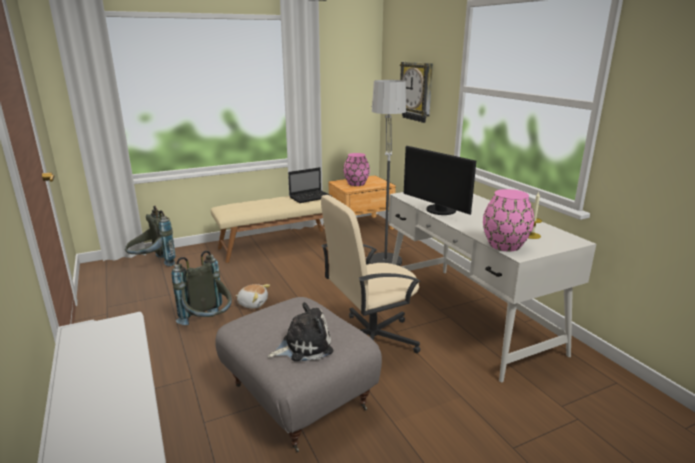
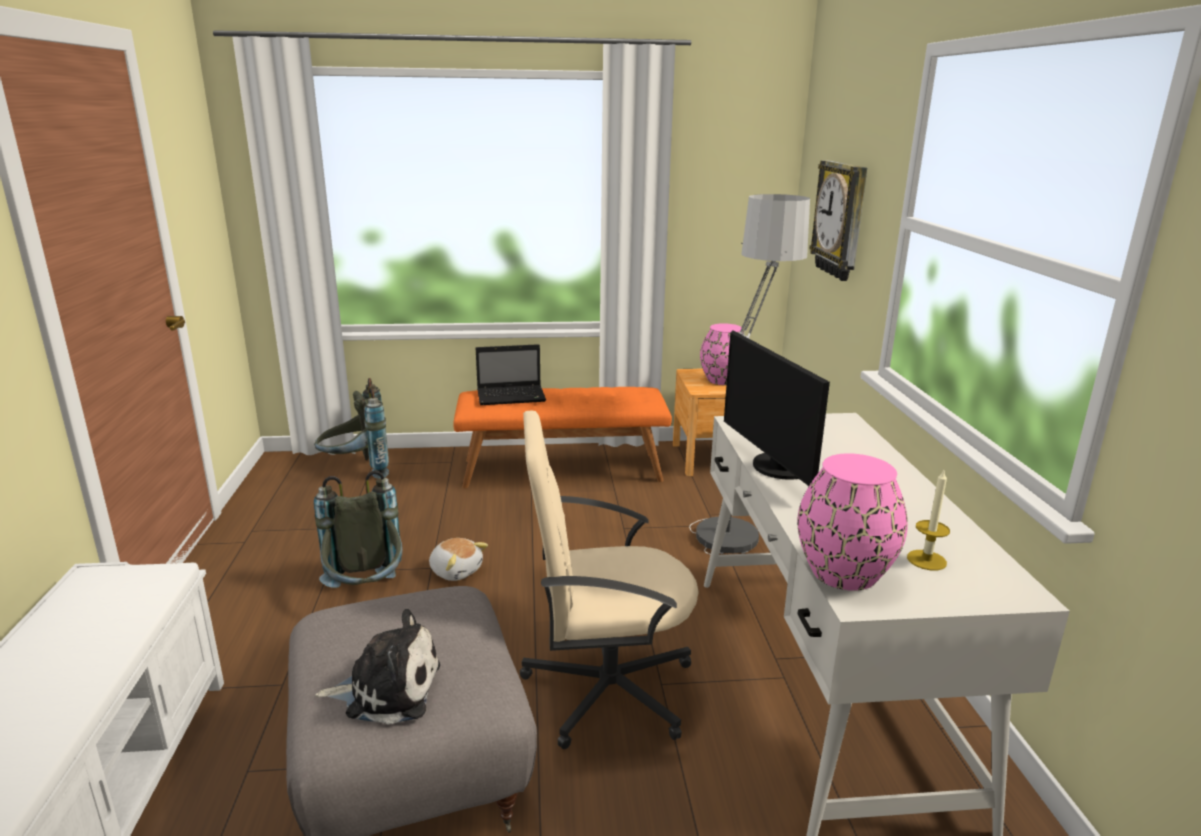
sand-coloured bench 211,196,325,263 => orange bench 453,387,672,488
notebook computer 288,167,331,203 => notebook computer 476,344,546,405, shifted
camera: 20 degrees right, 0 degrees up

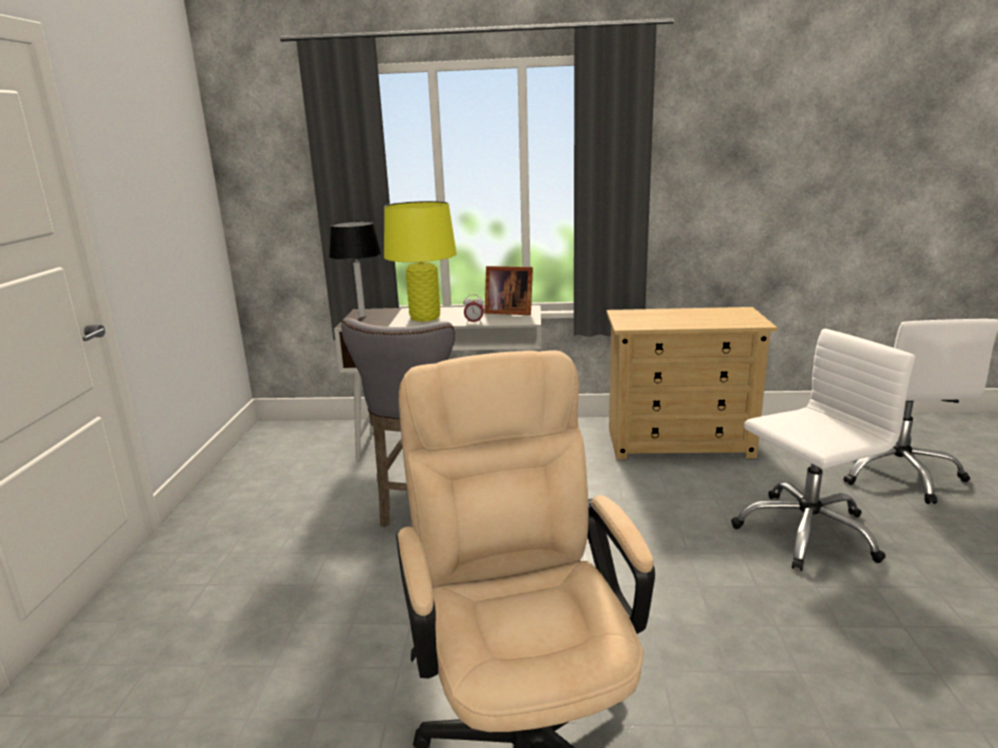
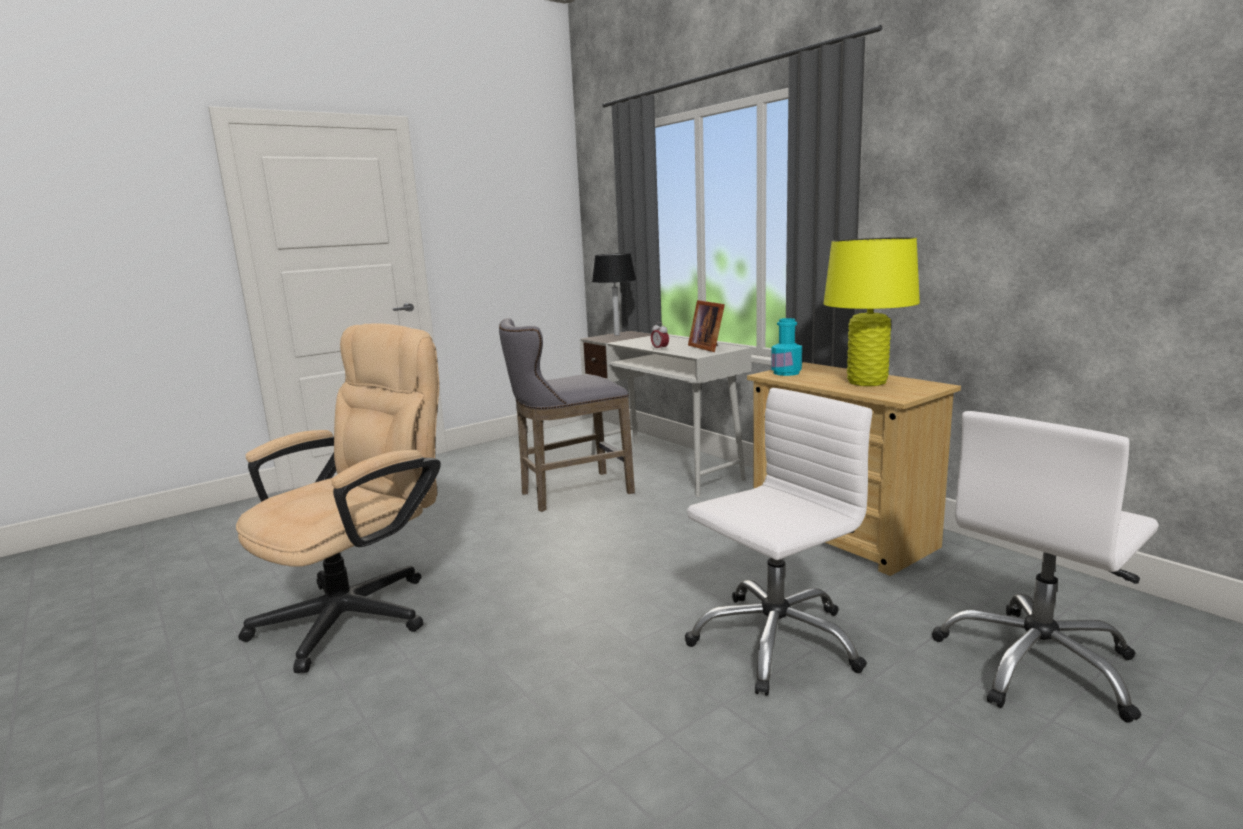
whitish office chair 731,329,915,571 => whitish office chair 685,388,872,696, 60 degrees counterclockwise
nothing => blue-green bottle 771,318,802,376
yellow table lamp 384,201,457,322 => yellow table lamp 824,237,920,386, shifted
camera: 50 degrees right, 5 degrees down

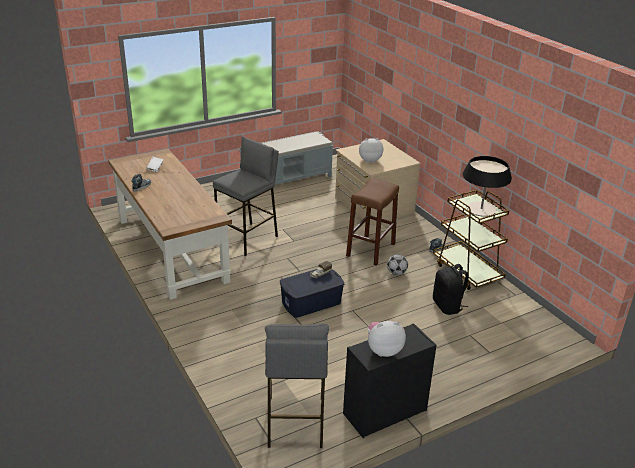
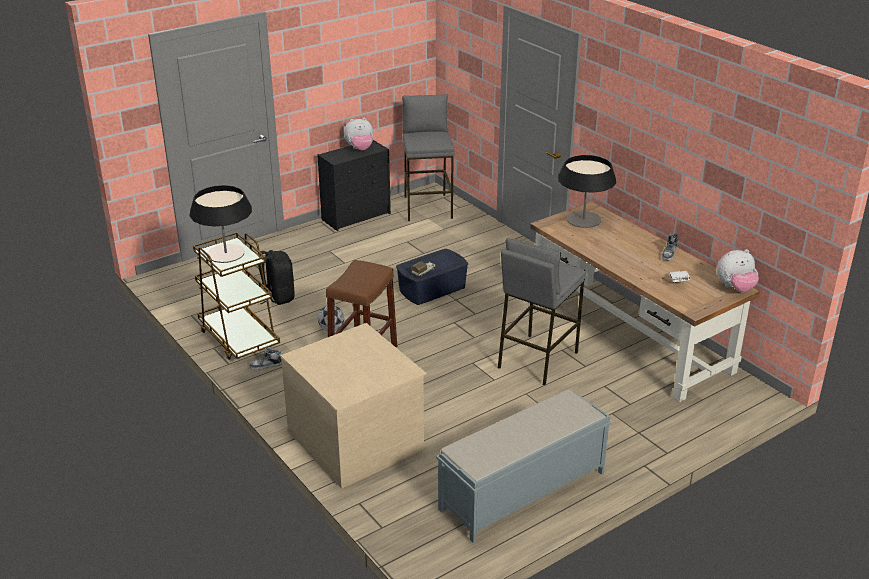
nothing => table lamp 558,155,616,228
soft toy 359,138,383,163 => soft toy 717,249,759,292, shifted
camera: 175 degrees right, 0 degrees up

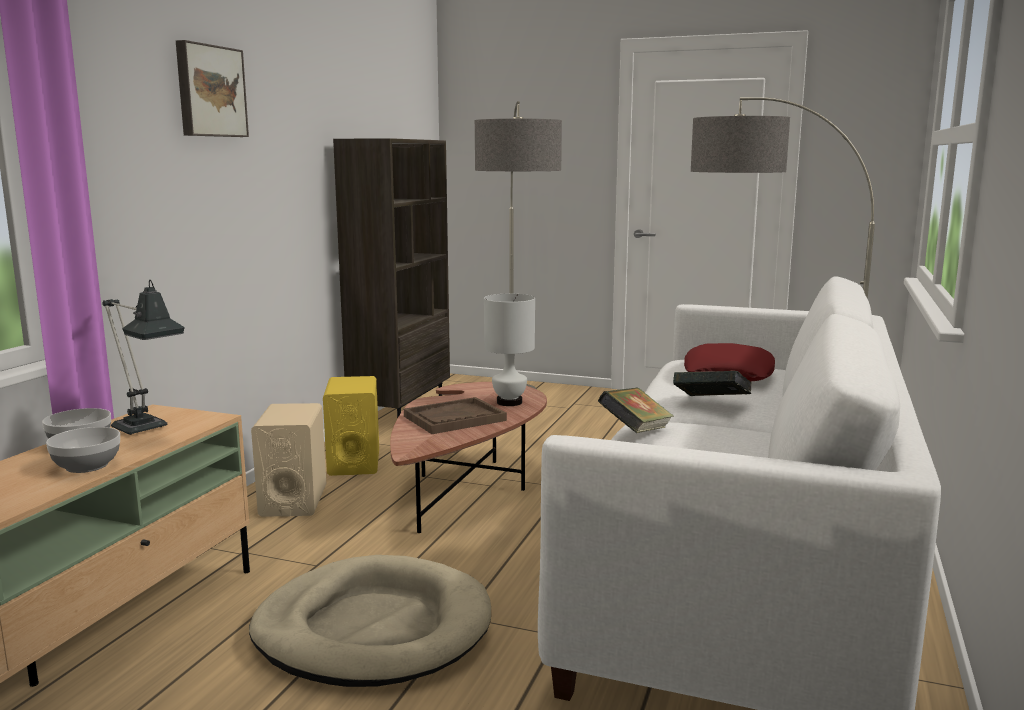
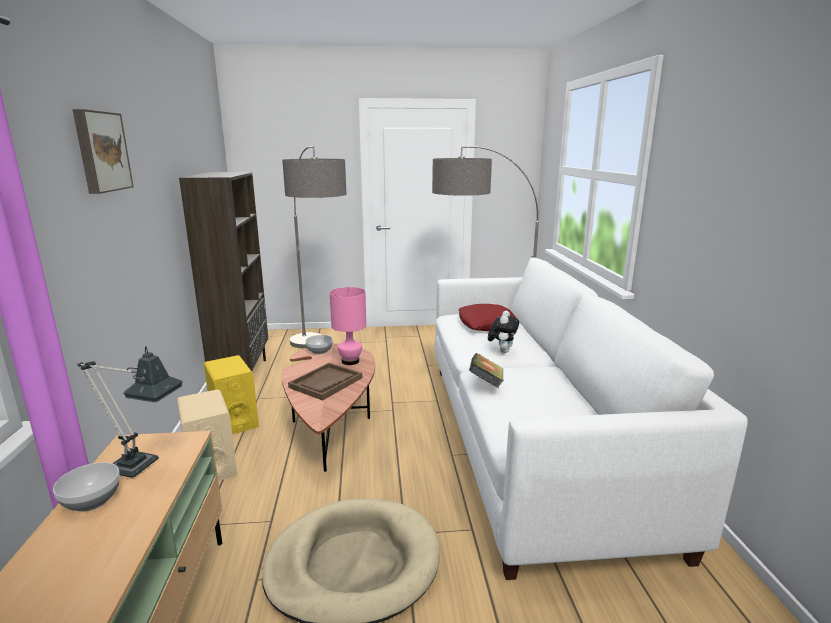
serving bowl 46,427,120,473 => serving bowl 305,335,333,354, shifted
whitish table lamp 484,294,535,406 => pinkish table lamp 329,287,366,365
bound book 673,371,751,396 => soft toy 488,311,519,353
camera: 25 degrees left, 5 degrees up

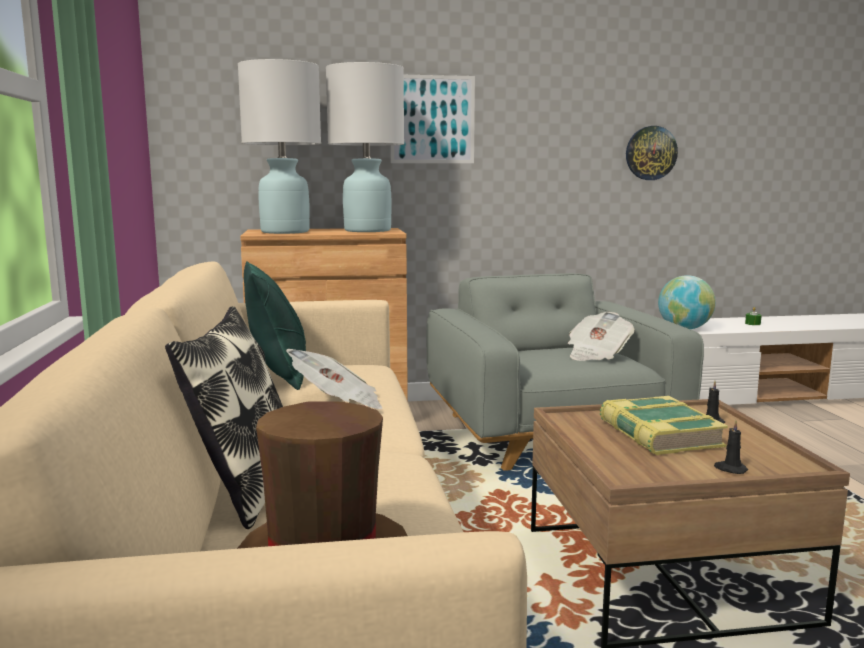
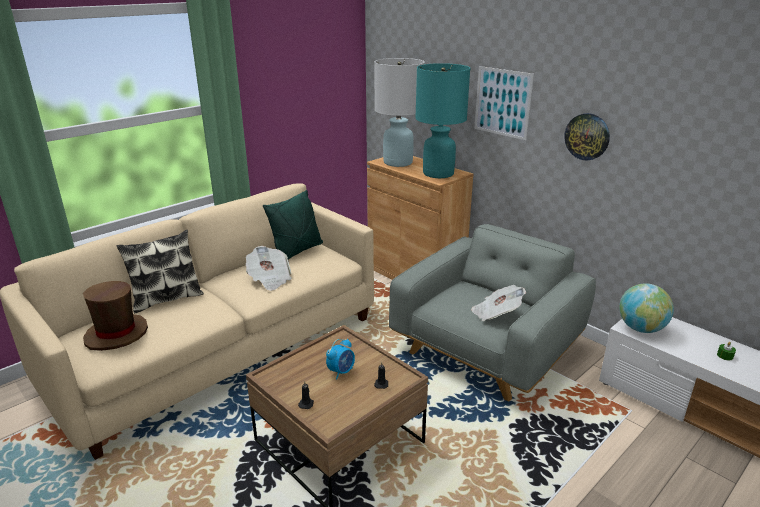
bound book 600,396,728,455 => bedside clock 326,339,355,379
whitish table lamp 326,62,404,232 => blue-green table lamp 415,63,470,178
clock on the wall 626,126,678,180 => clock on the wall 564,113,610,160, shifted
camera: 55 degrees right, 15 degrees up

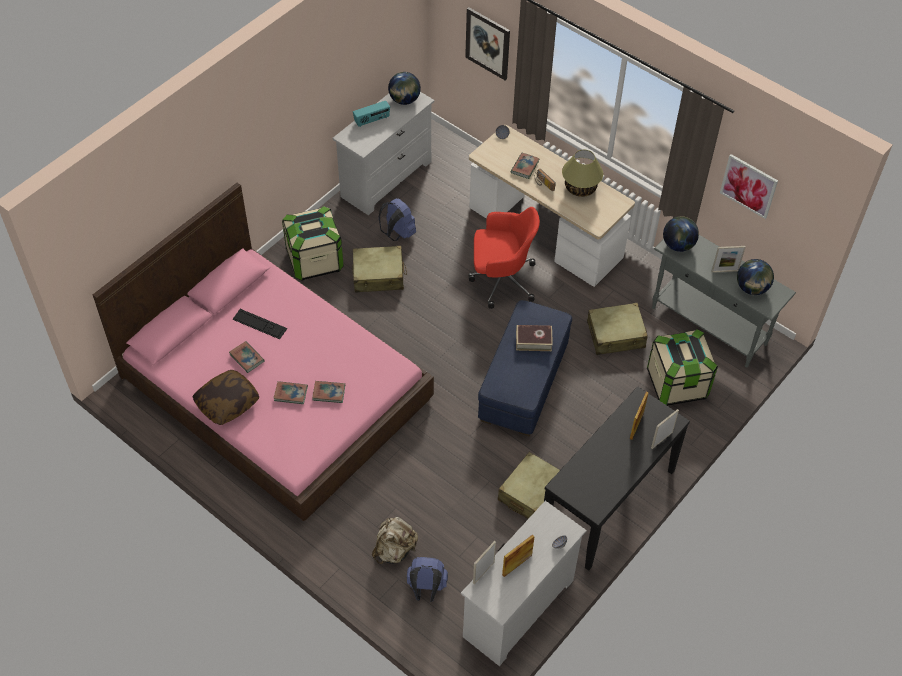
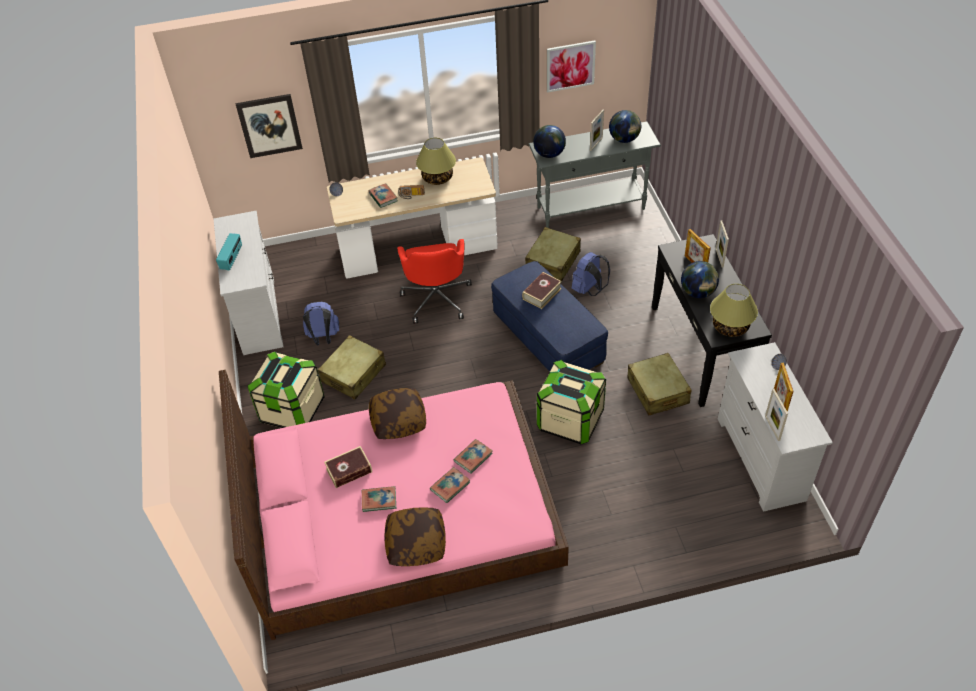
computer keyboard 232,309,287,339 => bound book 324,446,372,488
nothing => throw pillow 369,388,426,439
red office chair 468,207,540,309 => red office chair 397,239,472,324, 135 degrees clockwise
storage bin 647,329,718,406 => storage bin 537,360,606,445, shifted
blue-coloured knapsack 407,557,448,602 => blue-coloured knapsack 572,252,610,296, shifted
desk globe 388,72,421,105 => desk globe 681,261,719,298, shifted
nothing => table lamp 710,284,758,337
sand-coloured knapsack 372,517,418,564 => nothing
camera: 50 degrees left, 5 degrees down

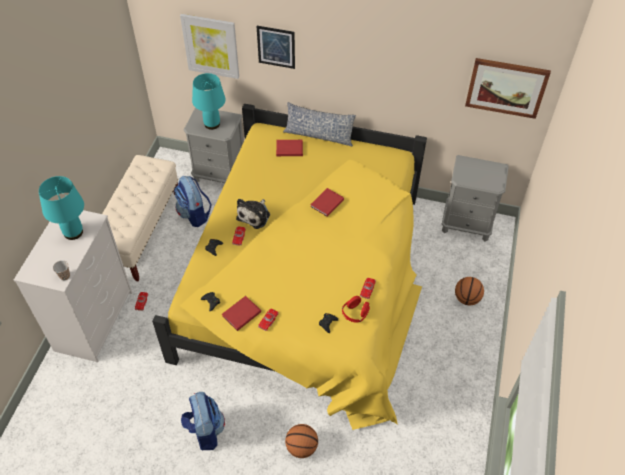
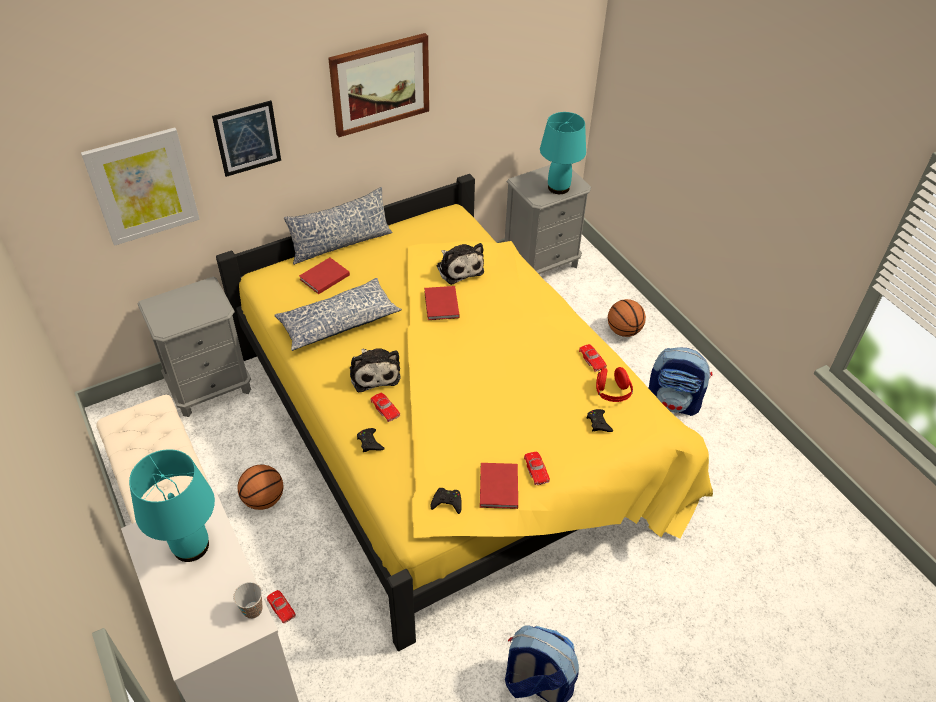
basketball 285,424,318,458 => basketball 237,465,283,510, shifted
nothing => throw pillow 274,278,402,351
wall picture 465,58,551,119 => wall picture 328,33,429,137, shifted
nothing => soft toy 437,243,484,285
blue-green table lamp 192,73,226,130 => blue-green table lamp 540,112,586,194, shifted
knapsack 174,176,212,227 => knapsack 648,347,712,416, shifted
camera: 45 degrees left, 5 degrees down

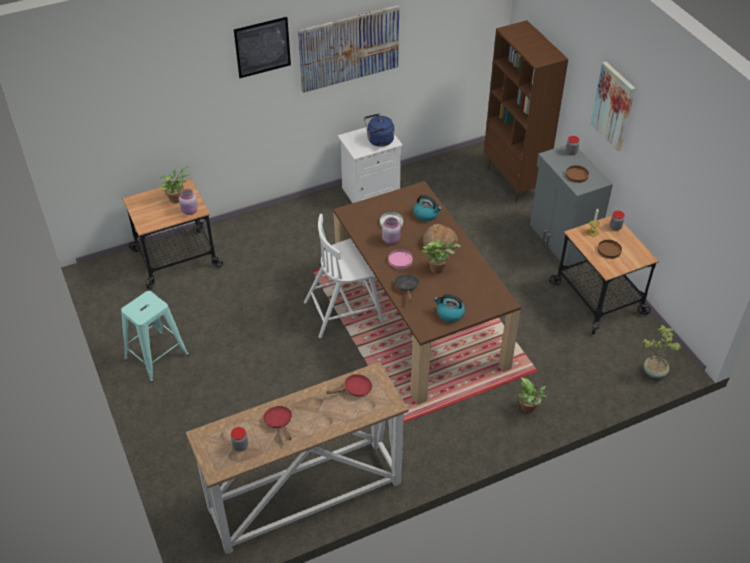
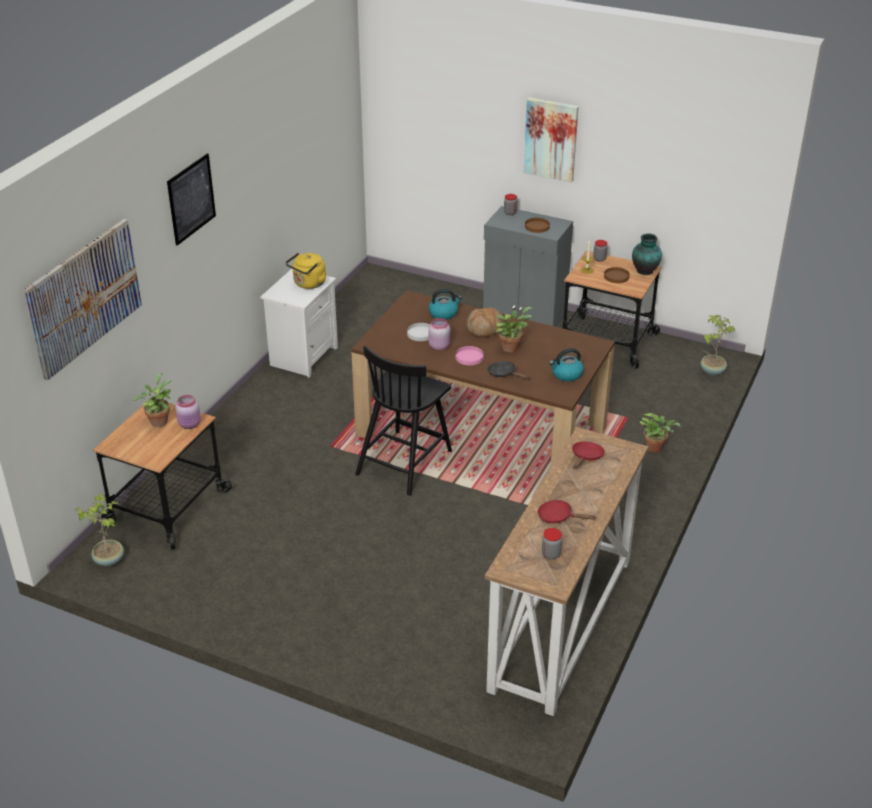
wall picture 298,5,399,93 => wall picture 23,219,142,381, shifted
nothing => houseplant 75,494,124,566
blue-coloured water kettle 364,113,394,147 => yellow water kettle 286,253,326,289
whitish chair 304,214,384,338 => black chair 355,346,452,495
nothing => vase 632,233,662,275
blue-green stool 121,291,189,382 => nothing
brown-coloured bookcase 484,20,568,202 => nothing
camera: 40 degrees left, 10 degrees down

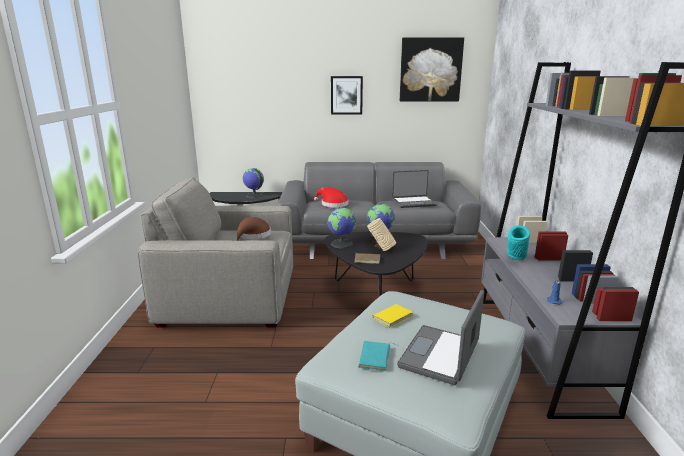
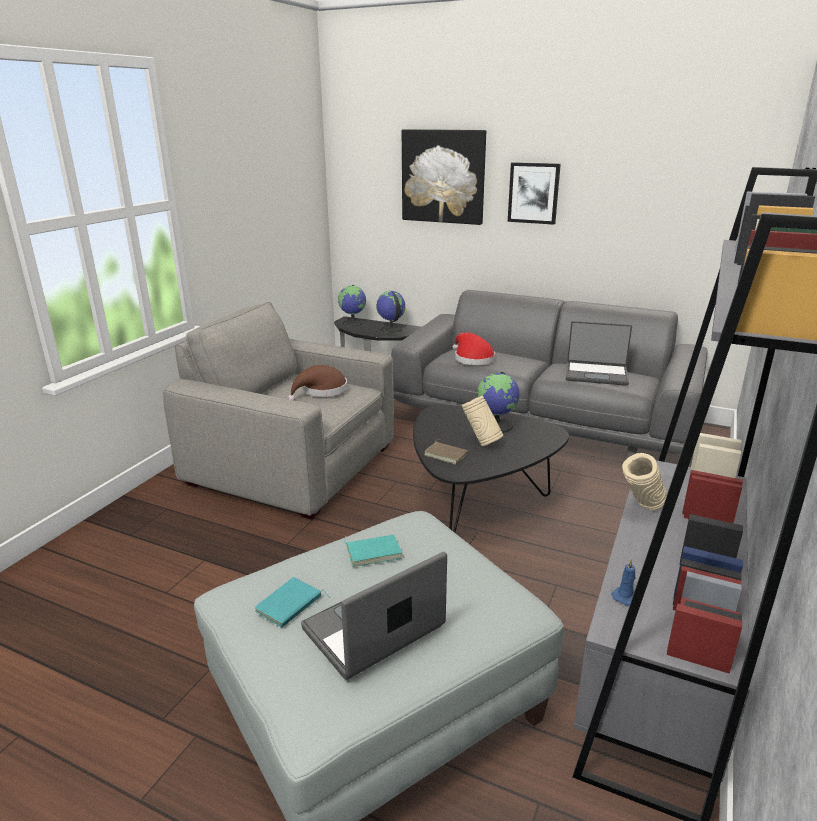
desk globe 328,207,356,248 => desk globe 338,285,366,326, shifted
yellow bound book 369,304,413,328 => blue-green bound book 344,534,402,567
wall picture 400,37,464,102 => wall picture 402,129,486,225, shifted
blue-green vase 507,225,530,260 => sand-coloured vase 622,453,667,510
camera: 25 degrees right, 5 degrees up

